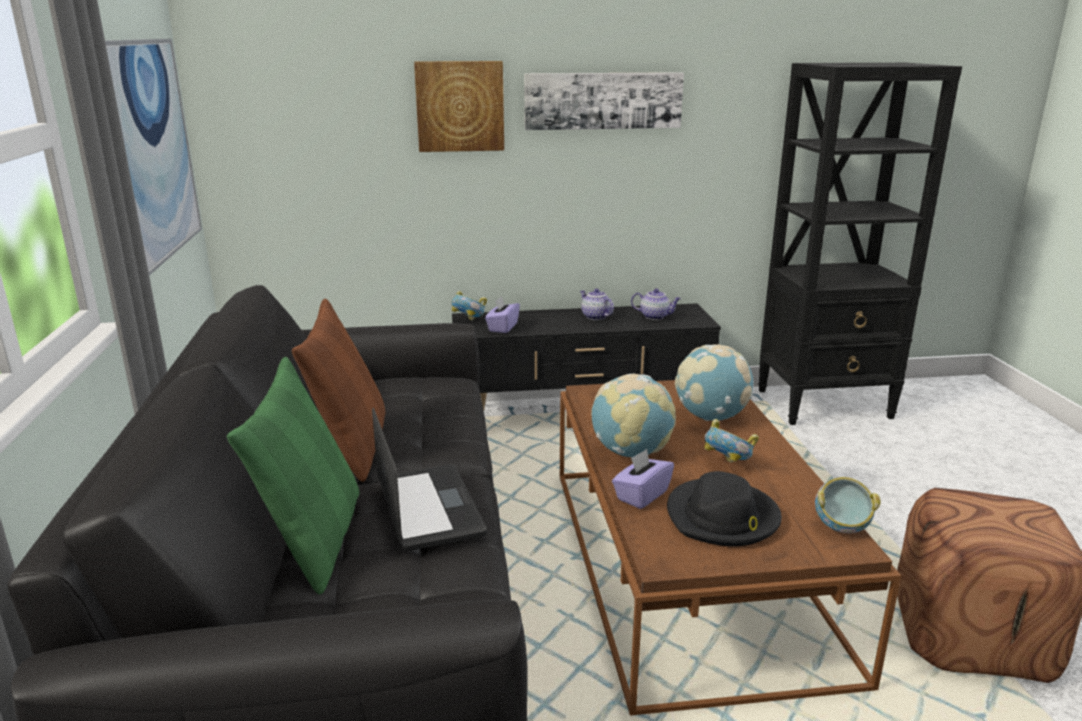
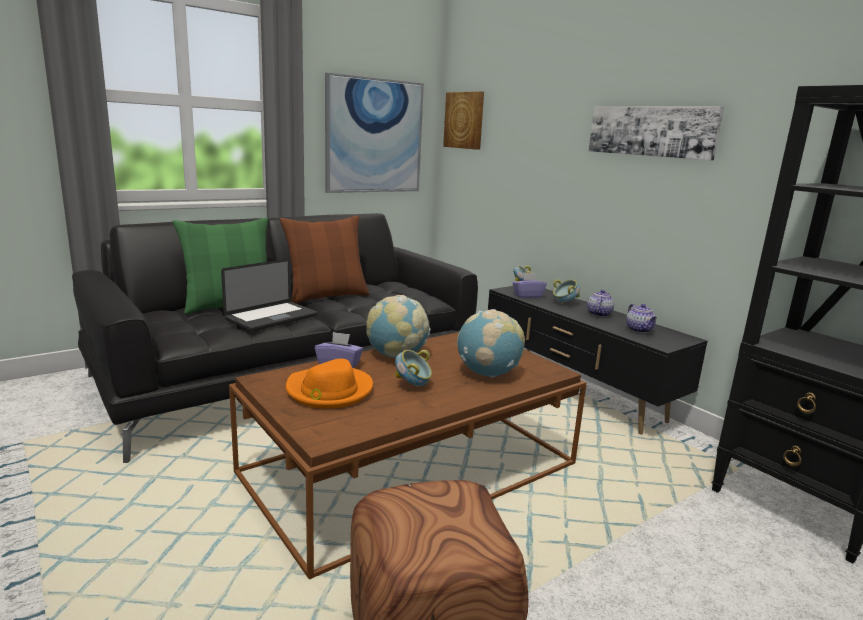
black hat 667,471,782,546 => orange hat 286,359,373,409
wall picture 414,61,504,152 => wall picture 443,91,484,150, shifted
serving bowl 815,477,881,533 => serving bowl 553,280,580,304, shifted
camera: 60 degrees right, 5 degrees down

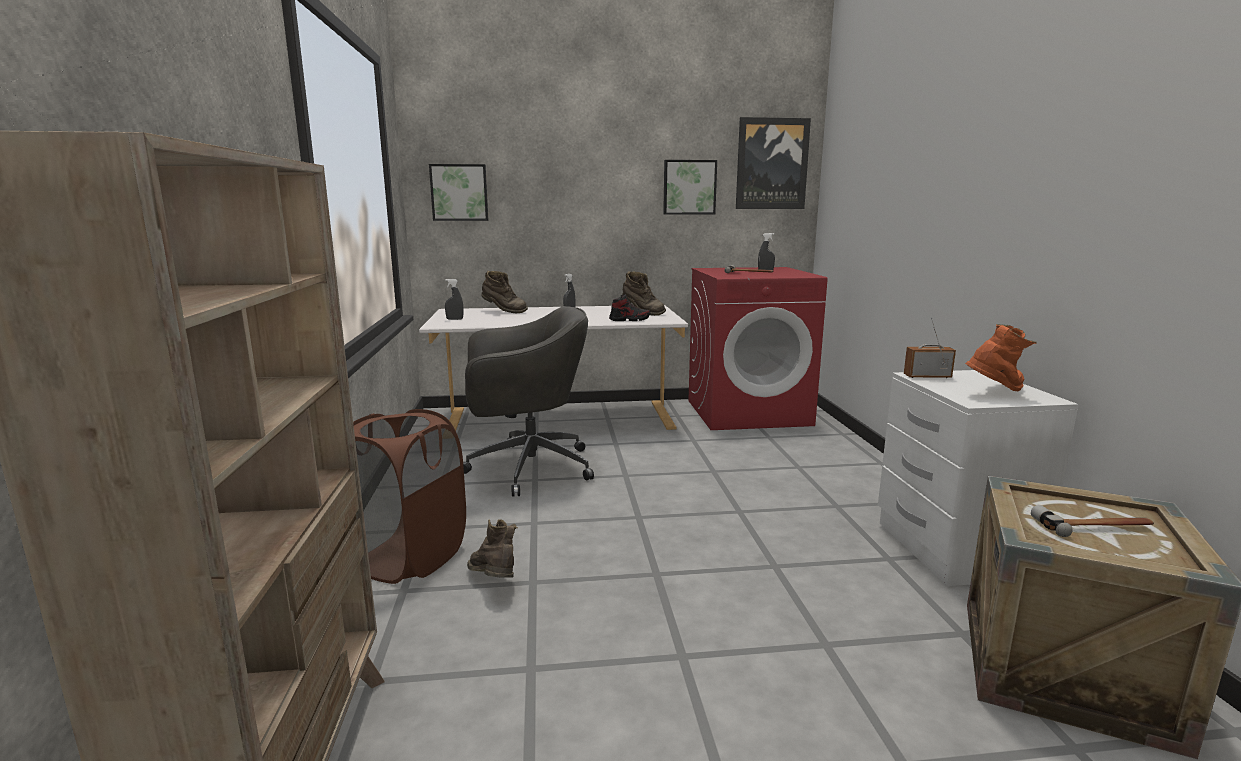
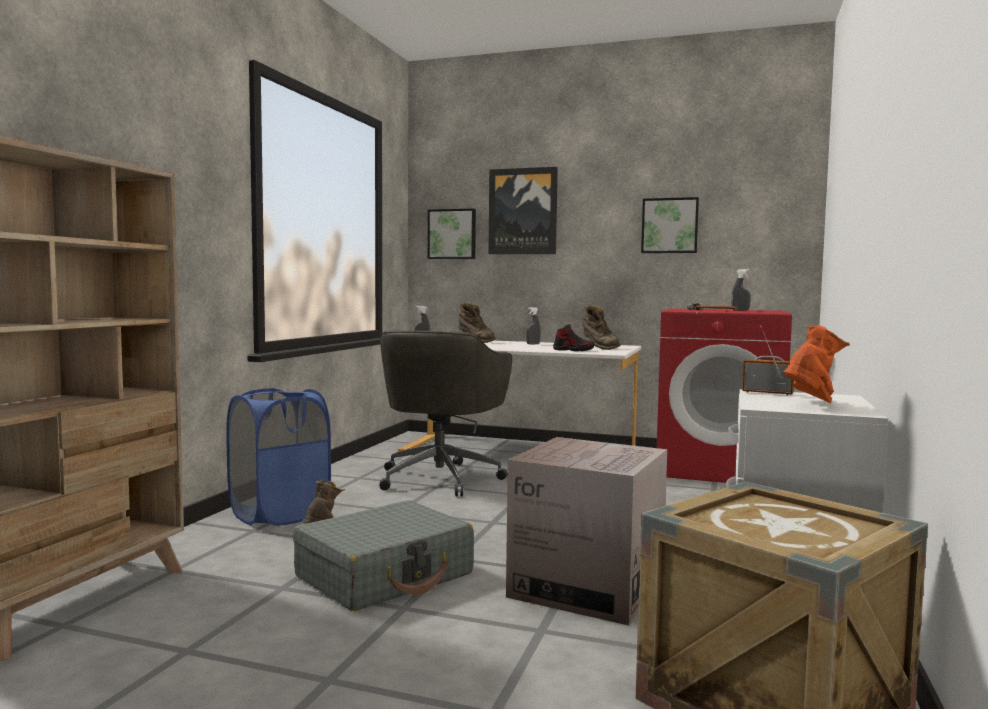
brown-coloured washing basket 353,409,466,584 => blue-coloured washing basket 226,388,331,526
nothing => gray piece of luggage 293,500,474,611
gray office chair 463,306,594,497 => gray office chair 379,330,512,497, 90 degrees clockwise
wall picture 736,117,811,209 => wall picture 488,167,558,254, shifted
nothing => cardboard box 506,437,667,625
orange tall boot 965,324,1037,391 => orange tall boot 783,325,850,403, 45 degrees counterclockwise
hammer 1031,505,1154,537 => nothing
camera: 25 degrees right, 10 degrees down

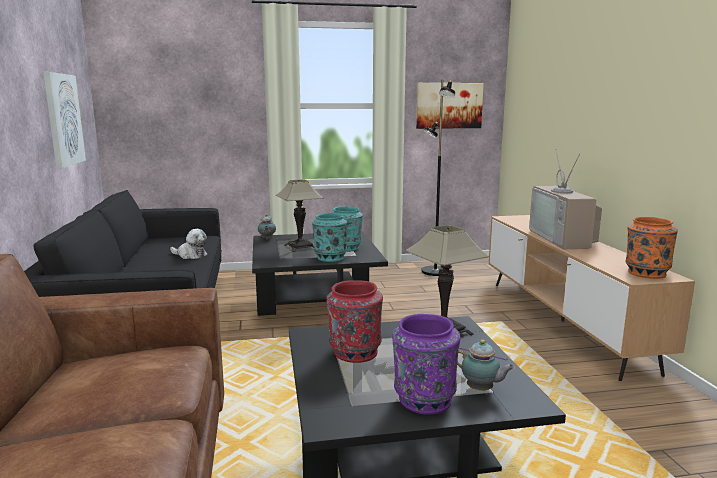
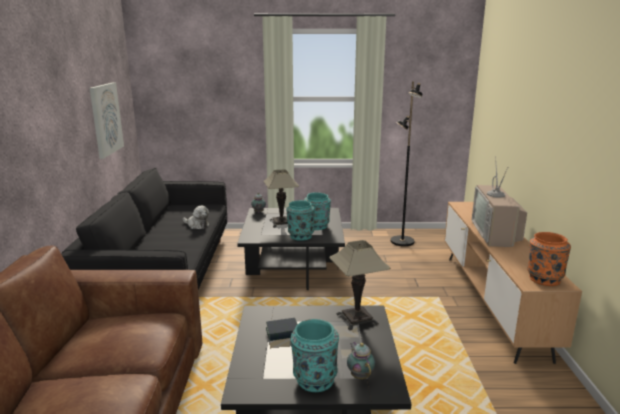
red vase 326,280,383,363 => bound book 266,318,298,341
purple vase 392,314,460,415 => blue-green vase 291,319,339,392
tea pot 457,340,515,391 => tea pot 347,342,375,379, 150 degrees counterclockwise
wall picture 416,83,484,129 => nothing
camera: 10 degrees right, 5 degrees up

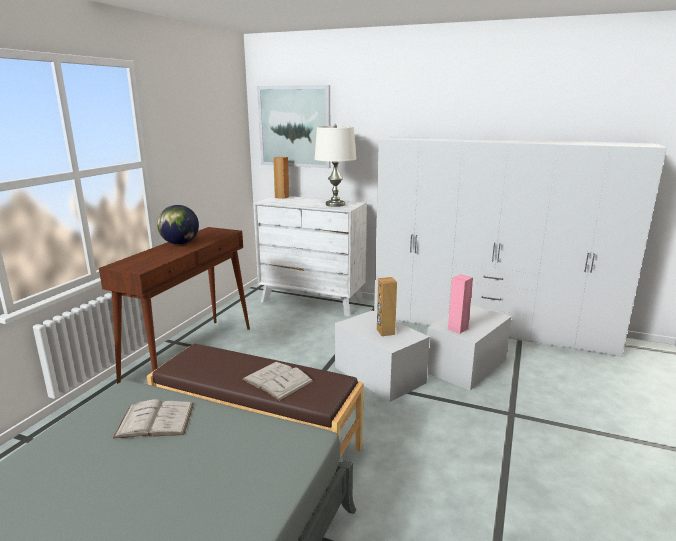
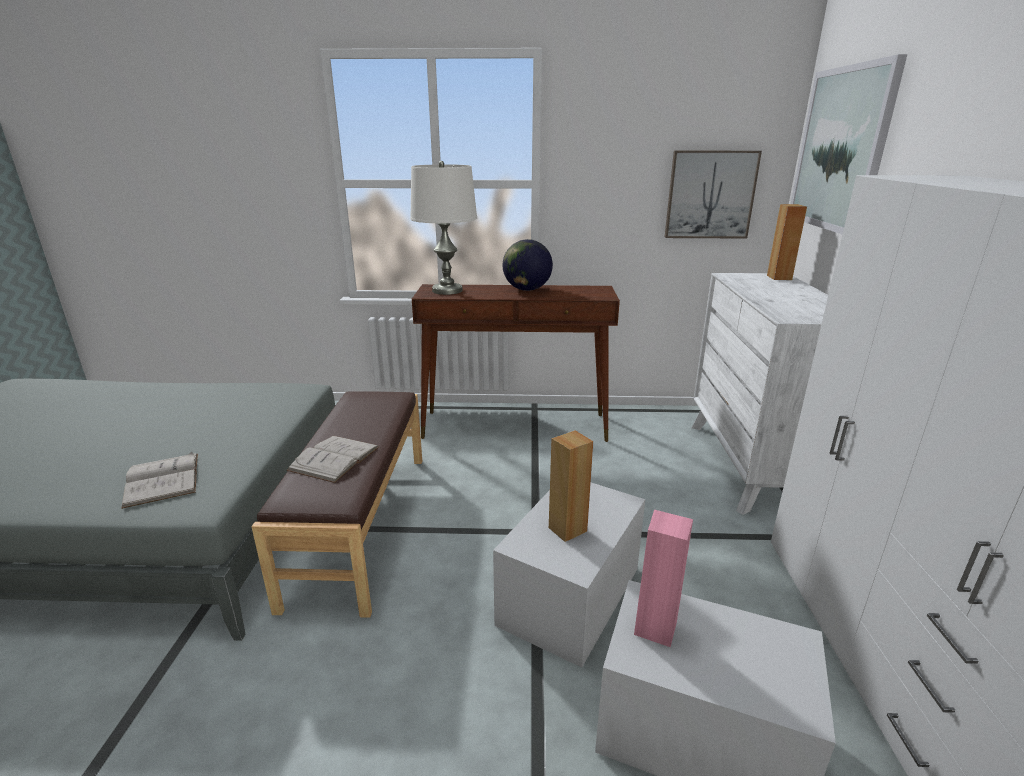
whitish bound book 113,399,194,438 => whitish bound book 121,452,198,509, shifted
whitish table lamp 315,124,356,207 => whitish table lamp 410,161,477,295, shifted
nothing => wall picture 665,151,762,239
camera: 70 degrees right, 5 degrees up

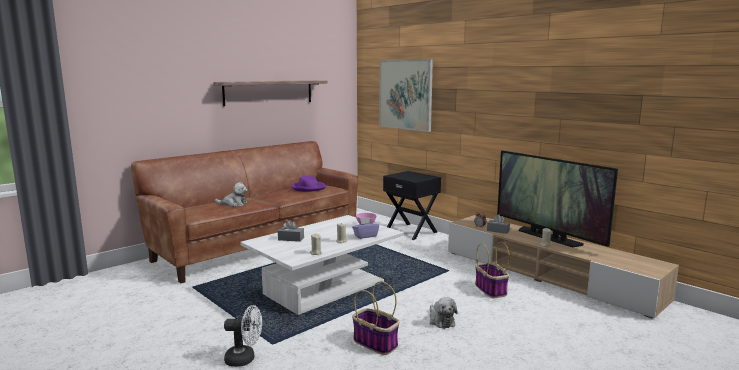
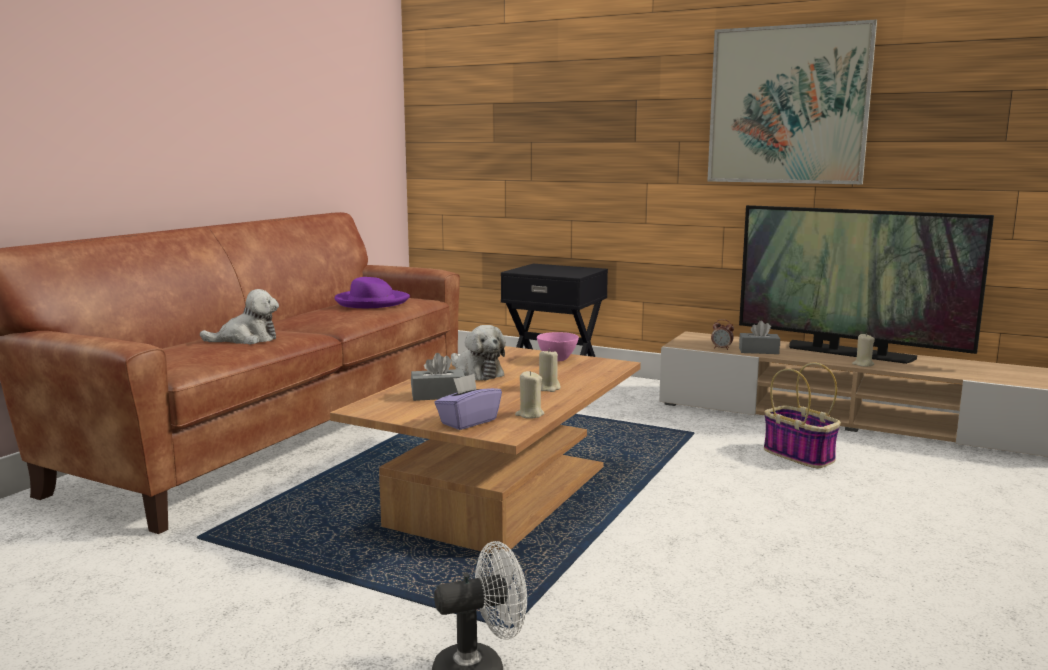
whitish lounge table 240,215,404,315 => brown-coloured lounge table 330,346,641,553
purple tissue holder 352,217,379,239 => purple tissue holder 434,374,502,430, shifted
soft toy 430,297,458,329 => soft toy 451,325,506,380, shifted
wall picture 379,59,433,132 => wall picture 707,20,877,184, shifted
wall shelf 213,80,327,106 => nothing
storage basket 352,281,400,355 => nothing
camera: 20 degrees left, 0 degrees up

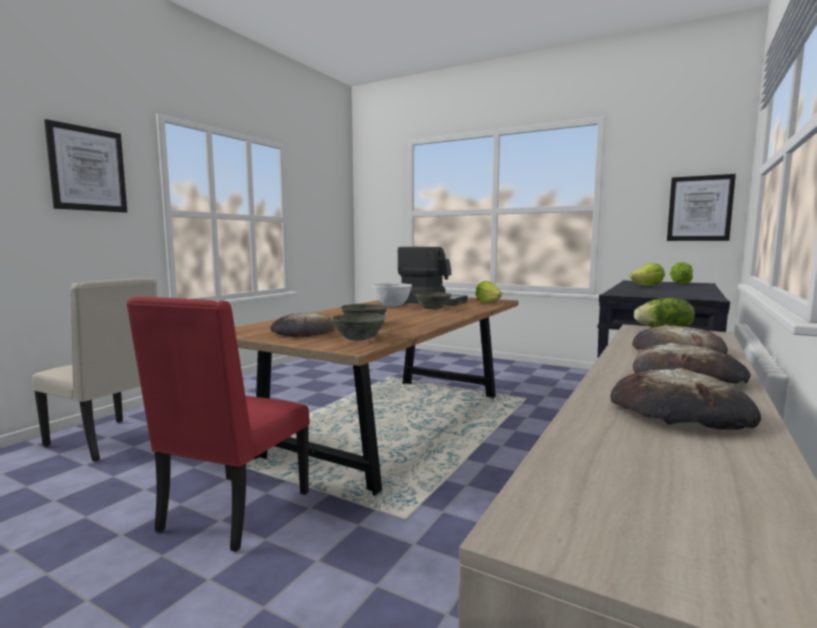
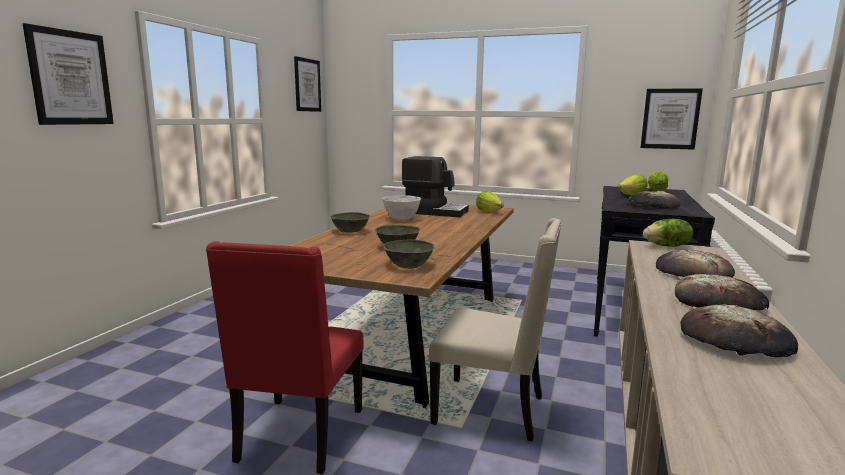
nothing => wall picture 294,56,321,112
gray serving bowl 415,292,452,309 => gray serving bowl 330,212,370,233, shifted
sand-coloured chair 32,278,157,462 => sand-coloured chair 429,218,562,442, shifted
bread 270,312,336,337 => bread 628,191,680,208, shifted
camera: 10 degrees left, 5 degrees up

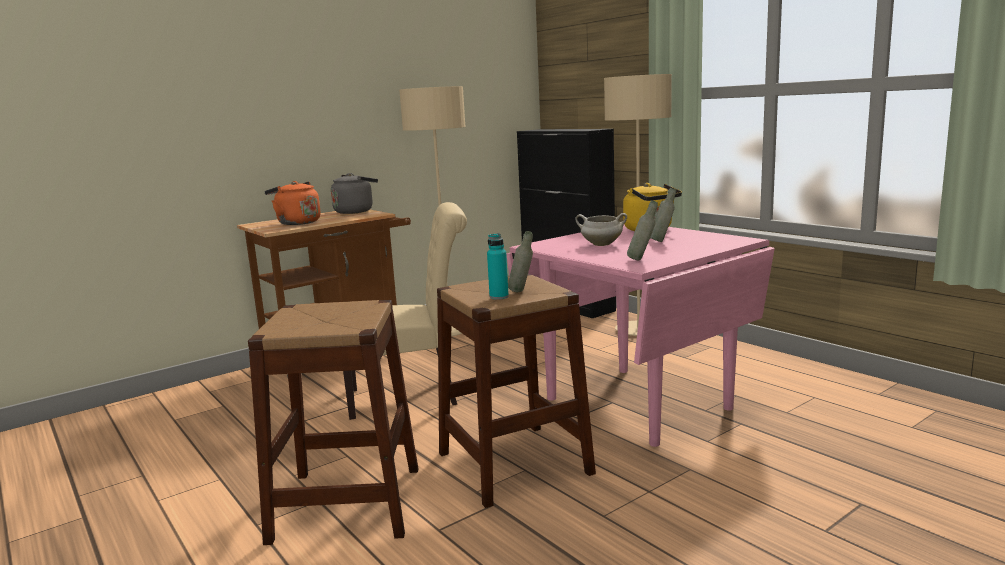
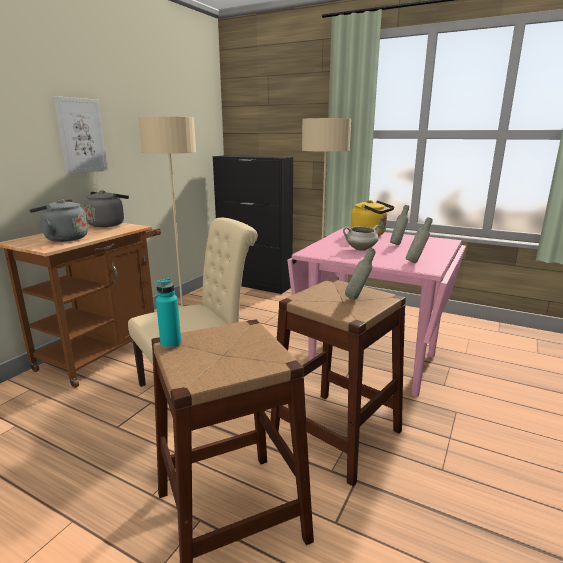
orange water kettle 264,181,320,225 => gray water kettle 29,199,88,242
nothing => wall picture 54,96,108,174
blue-green bottle 487,233,509,300 => blue-green bottle 156,278,181,349, shifted
camera: 25 degrees left, 5 degrees up

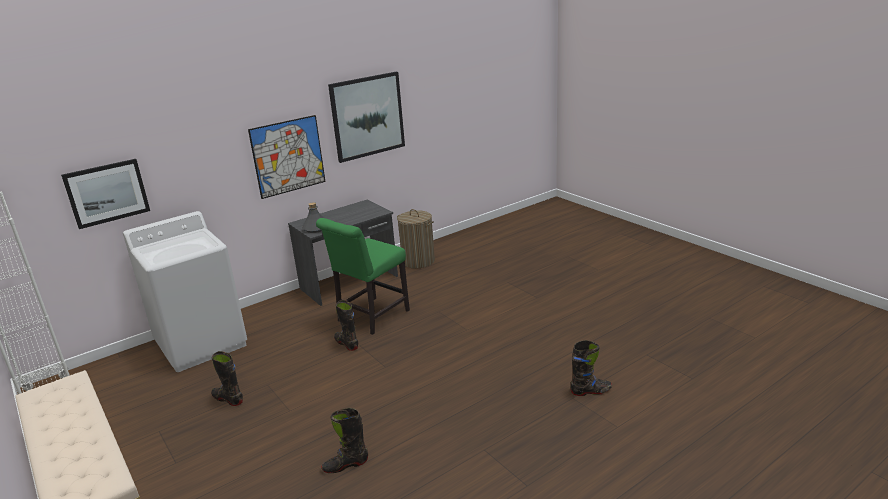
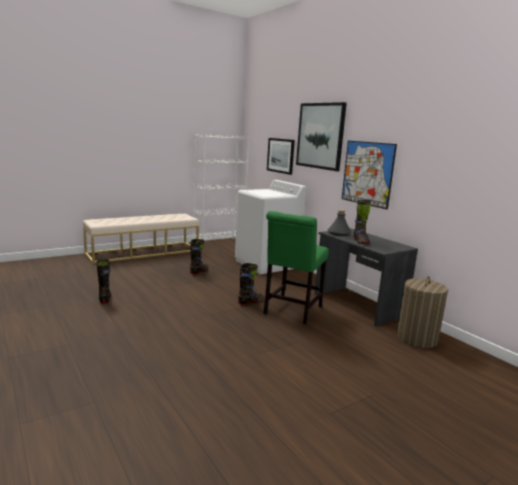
green-coloured chair 316,218,410,335 => green-coloured chair 263,211,329,324, 105 degrees counterclockwise
wall picture 328,72,405,163 => wall picture 296,102,347,171, shifted
black tall boot 570,340,612,396 => black tall boot 354,199,371,244, shifted
camera: 90 degrees right, 10 degrees down

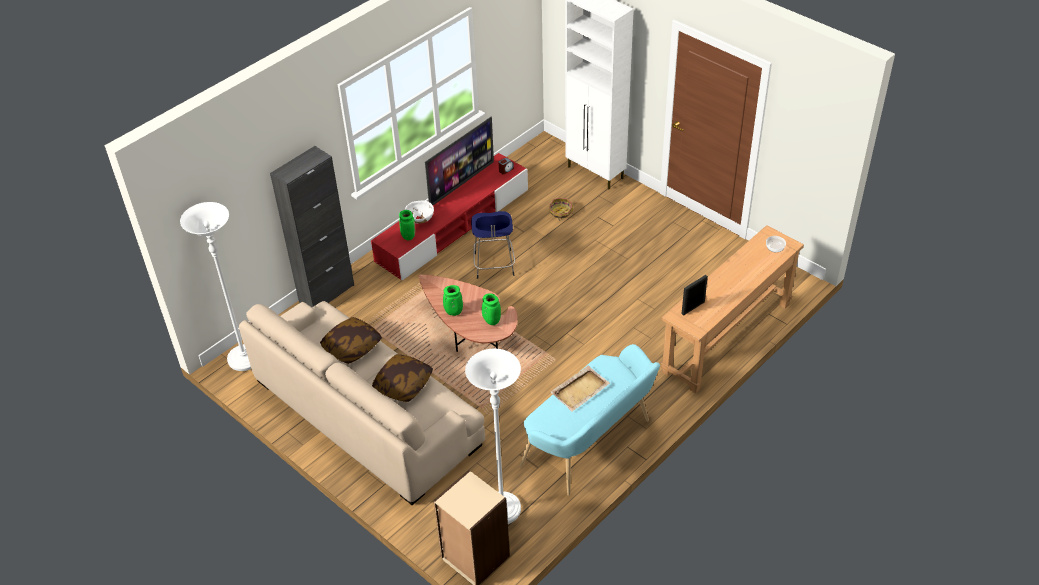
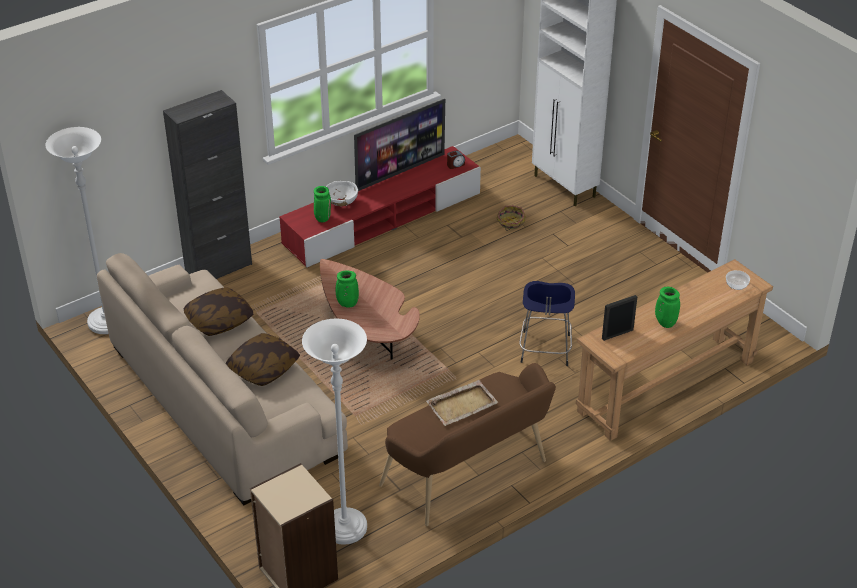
blue-green bench 520,344,660,496 => brown-coloured bench 379,363,556,526
blue-coloured stool 471,211,515,279 => blue-coloured stool 519,281,575,366, shifted
green-coloured vase 482,293,501,325 => green-coloured vase 655,287,680,328, shifted
camera: 10 degrees right, 5 degrees down

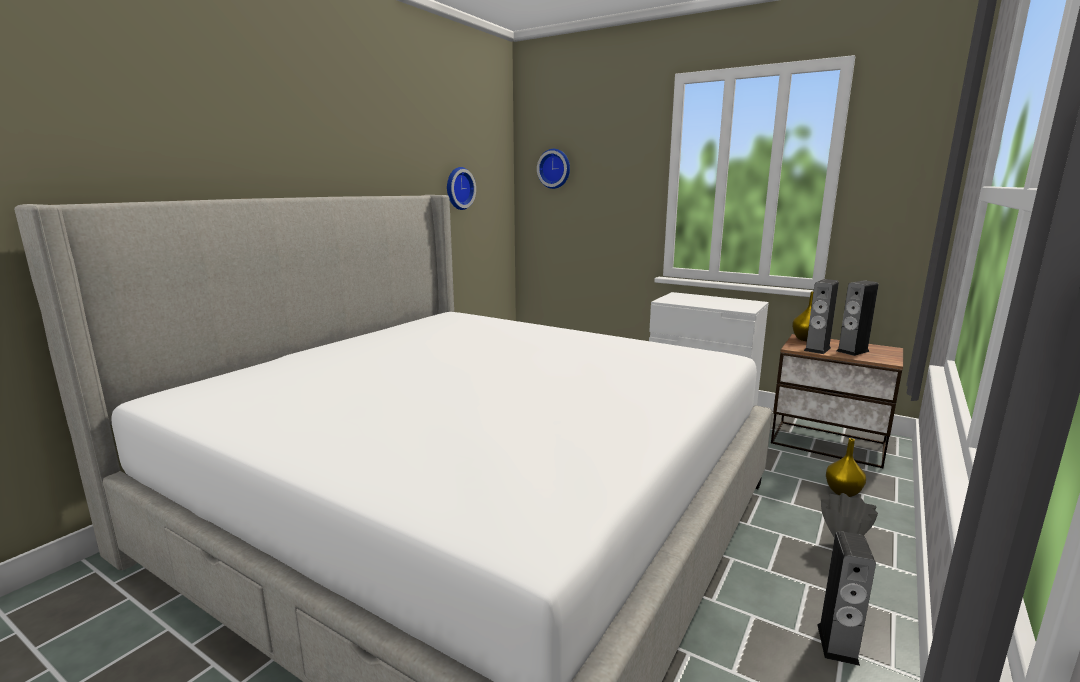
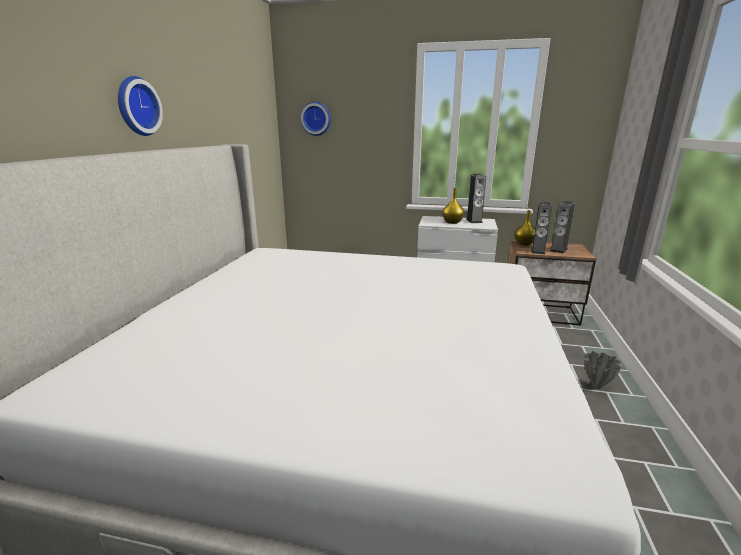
clock on the wall 447,167,476,210 => clock on the wall 118,76,163,136, shifted
yellow vase 826,438,866,497 => yellow vase 443,188,464,224, shifted
audio speaker 817,531,876,666 => audio speaker 466,174,486,223, shifted
camera: 20 degrees left, 5 degrees up

